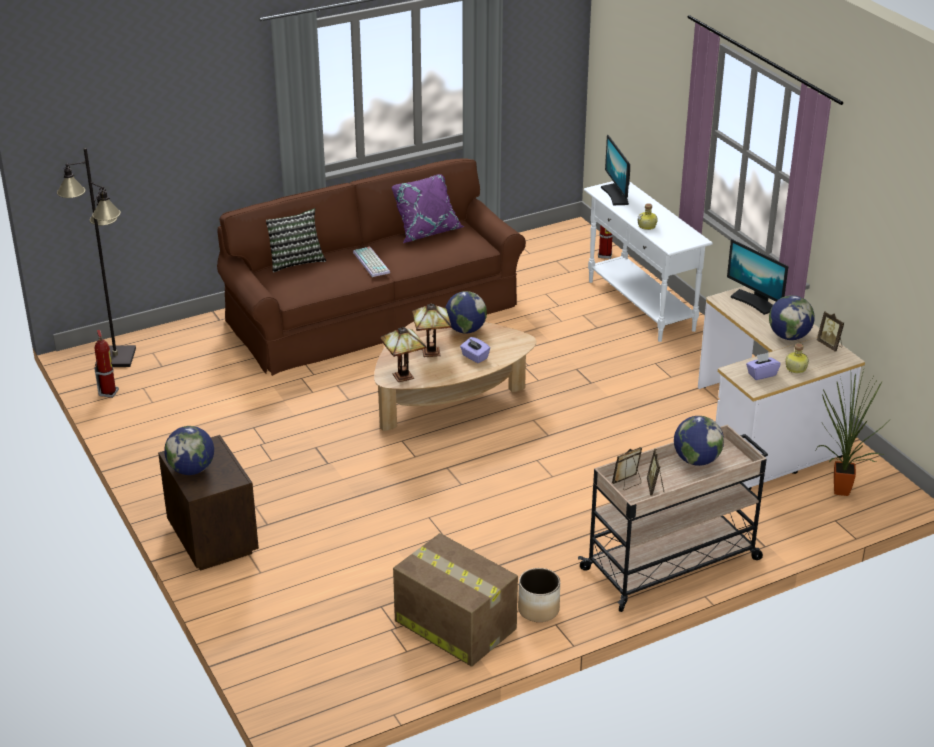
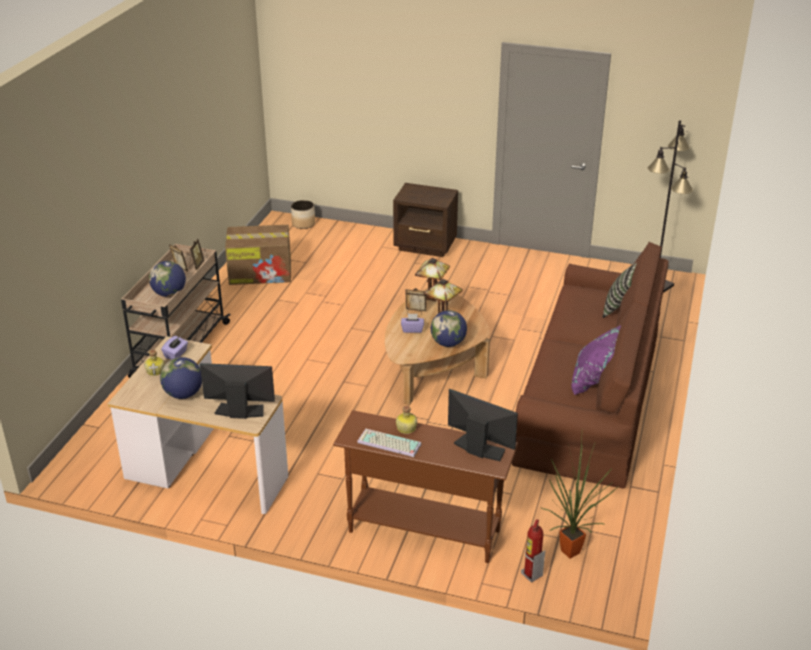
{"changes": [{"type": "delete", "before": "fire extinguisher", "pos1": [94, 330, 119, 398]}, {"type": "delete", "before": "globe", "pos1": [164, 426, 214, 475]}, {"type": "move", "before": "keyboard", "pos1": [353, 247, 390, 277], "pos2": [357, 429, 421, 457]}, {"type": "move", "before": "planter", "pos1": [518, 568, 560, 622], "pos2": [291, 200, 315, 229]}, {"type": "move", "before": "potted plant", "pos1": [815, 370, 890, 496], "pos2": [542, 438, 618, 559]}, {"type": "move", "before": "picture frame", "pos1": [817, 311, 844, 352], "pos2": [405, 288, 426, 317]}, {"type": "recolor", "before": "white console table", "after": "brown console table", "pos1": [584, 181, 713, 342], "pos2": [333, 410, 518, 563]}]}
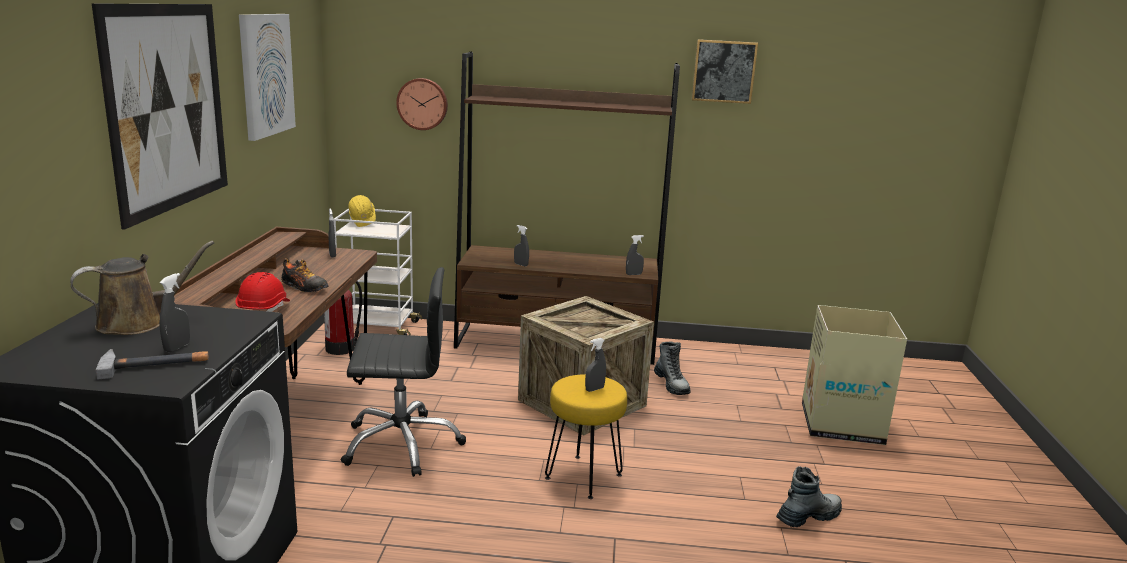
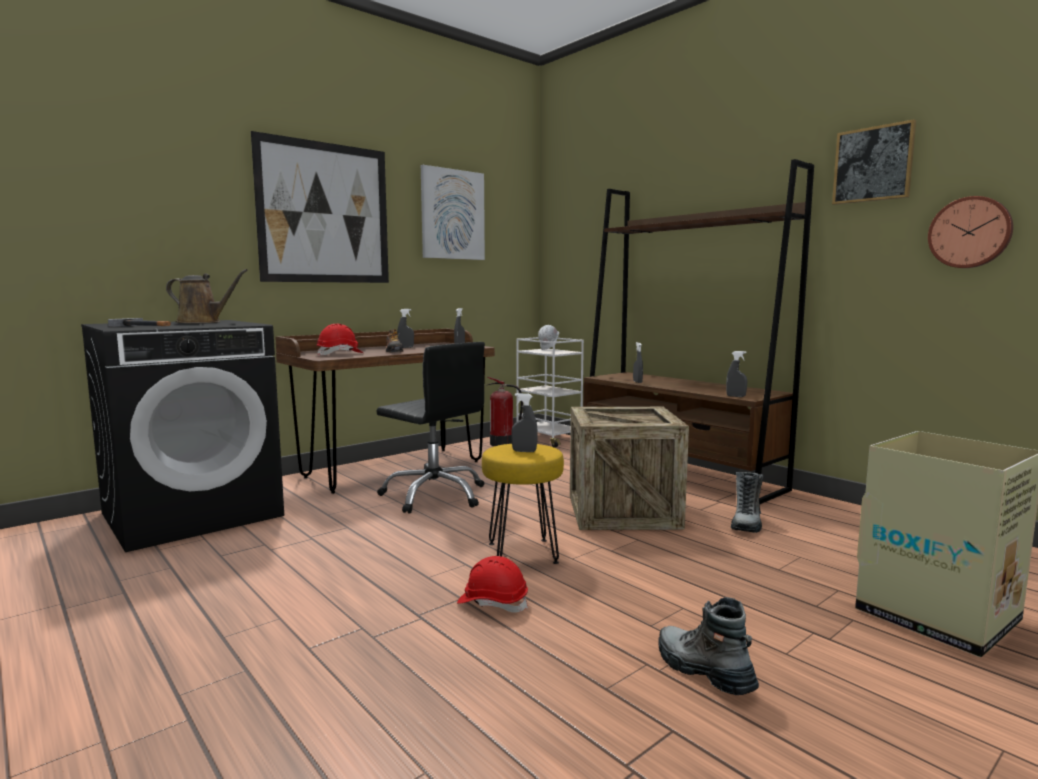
{"changes": [{"type": "insert", "after": "red hard hat", "pos2": [457, 556, 528, 613]}, {"type": "move", "before": "grey spray bottle", "pos1": [160, 273, 190, 352], "pos2": [397, 309, 414, 348]}, {"type": "move", "before": "wall clock", "pos1": [396, 78, 448, 130], "pos2": [928, 196, 1013, 268]}, {"type": "recolor", "before": "yellow hard hat", "after": "white hard hat", "pos1": [348, 195, 376, 227], "pos2": [538, 325, 559, 350]}, {"type": "rotate", "before": "boot", "pos1": [776, 466, 842, 527], "pos2": [658, 597, 759, 695], "turn": -135}]}
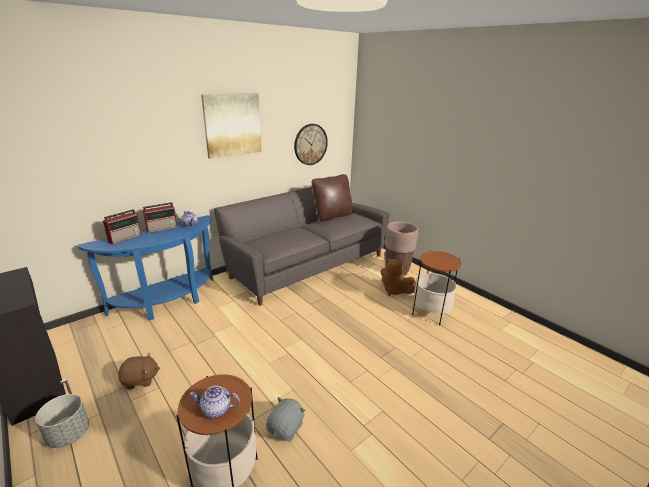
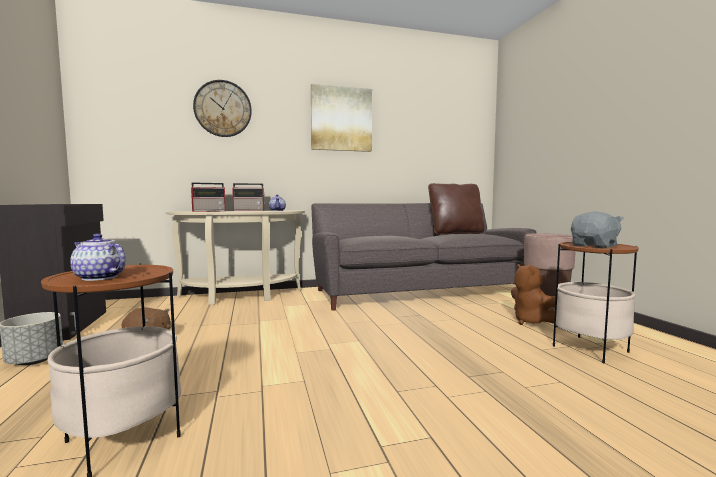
{"changes": [{"type": "move", "before": "grey plush toy", "pos1": [266, 397, 306, 441], "pos2": [571, 211, 624, 248]}, {"type": "move", "before": "wall clock", "pos1": [294, 124, 328, 165], "pos2": [193, 80, 252, 137]}, {"type": "recolor", "before": "blue console table", "after": "beige console table", "pos1": [78, 215, 213, 320], "pos2": [166, 210, 305, 305]}]}
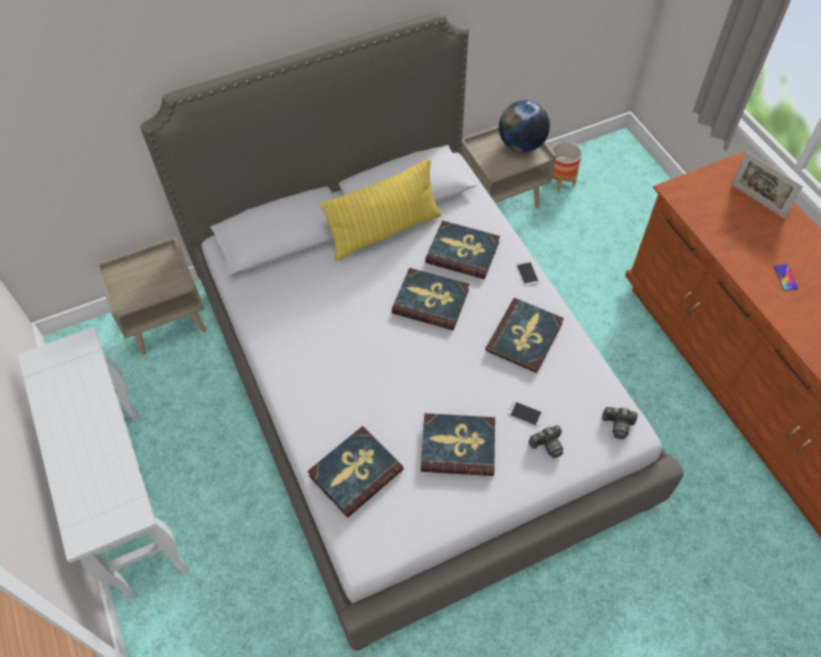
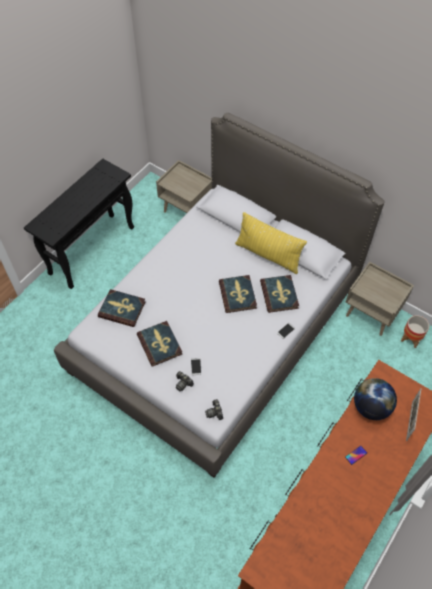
{"changes": [{"type": "delete", "before": "book", "pos1": [486, 298, 564, 373]}, {"type": "move", "before": "globe", "pos1": [499, 100, 550, 153], "pos2": [354, 378, 397, 420]}, {"type": "recolor", "before": "white console table", "after": "black console table", "pos1": [18, 327, 189, 599], "pos2": [24, 158, 134, 289]}]}
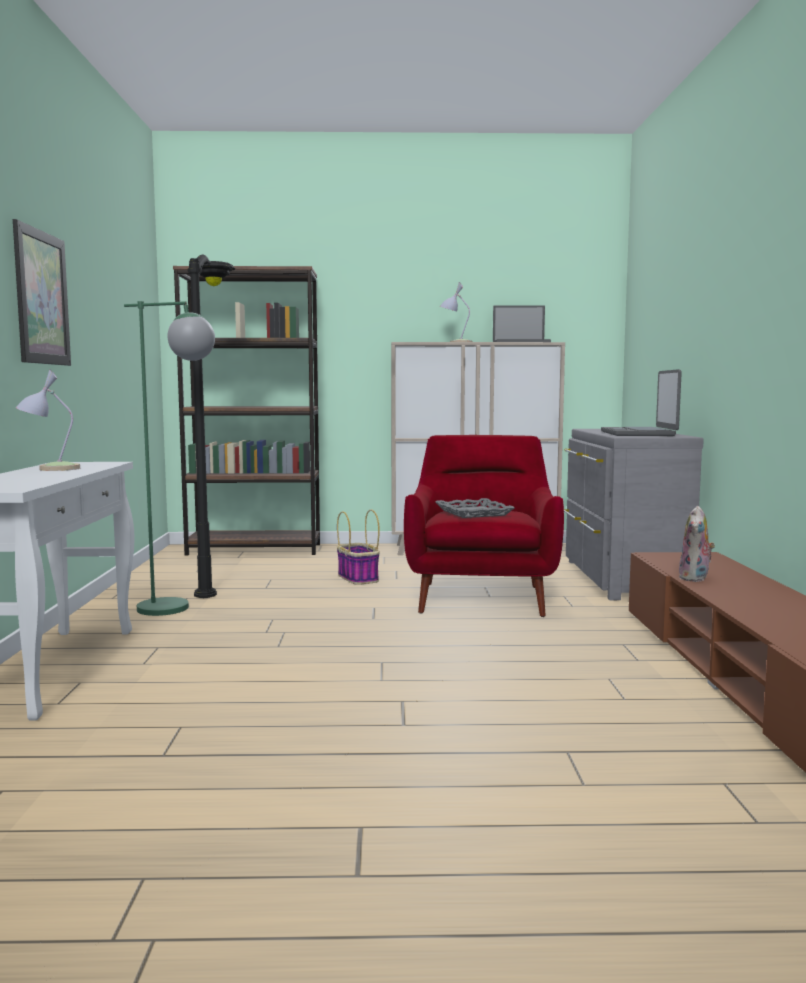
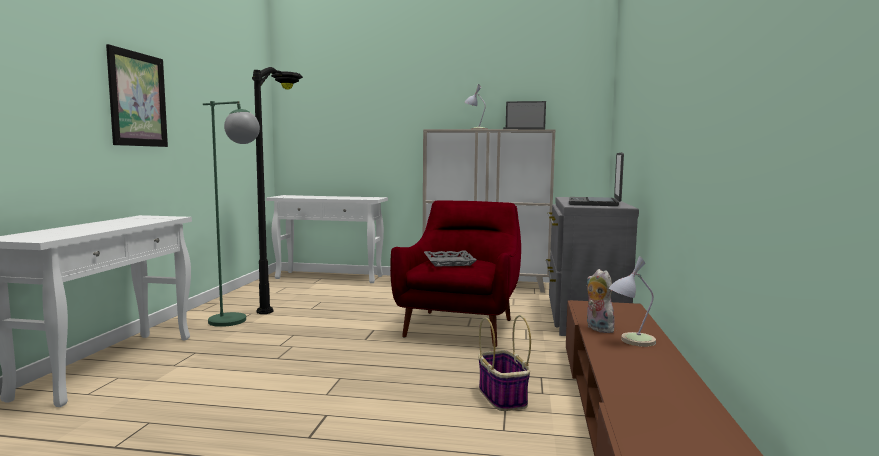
{"changes": [{"type": "move", "before": "table lamp", "pos1": [16, 369, 80, 471], "pos2": [609, 256, 656, 347]}, {"type": "move", "before": "basket", "pos1": [337, 509, 380, 585], "pos2": [478, 315, 531, 411]}, {"type": "replace", "before": "brown bookcase", "after": "white console table", "pos1": [173, 266, 320, 556], "pos2": [266, 195, 388, 283]}, {"type": "rotate", "before": "plush toy", "pos1": [679, 506, 715, 582], "pos2": [587, 269, 615, 333], "turn": 120}]}
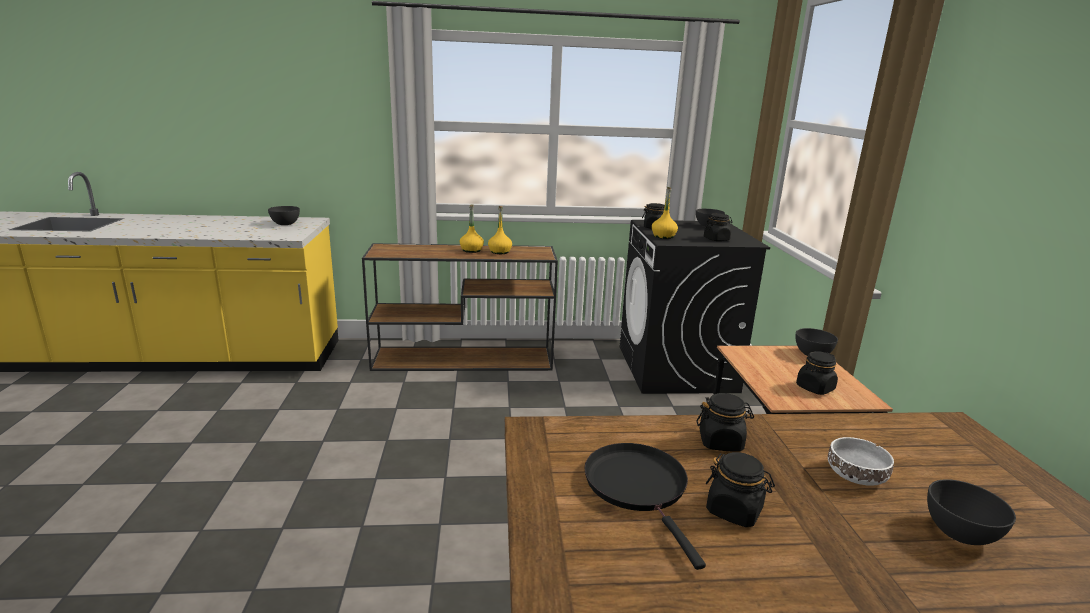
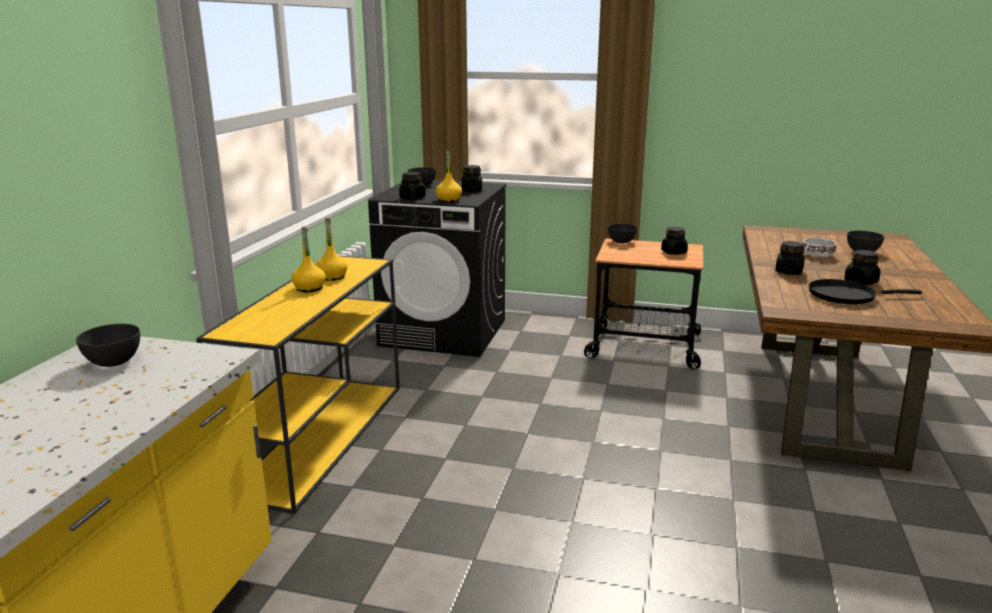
{"changes": [{"type": "recolor", "before": "brown console table", "after": "yellow console table", "pos1": [362, 243, 558, 371], "pos2": [196, 256, 400, 513]}]}
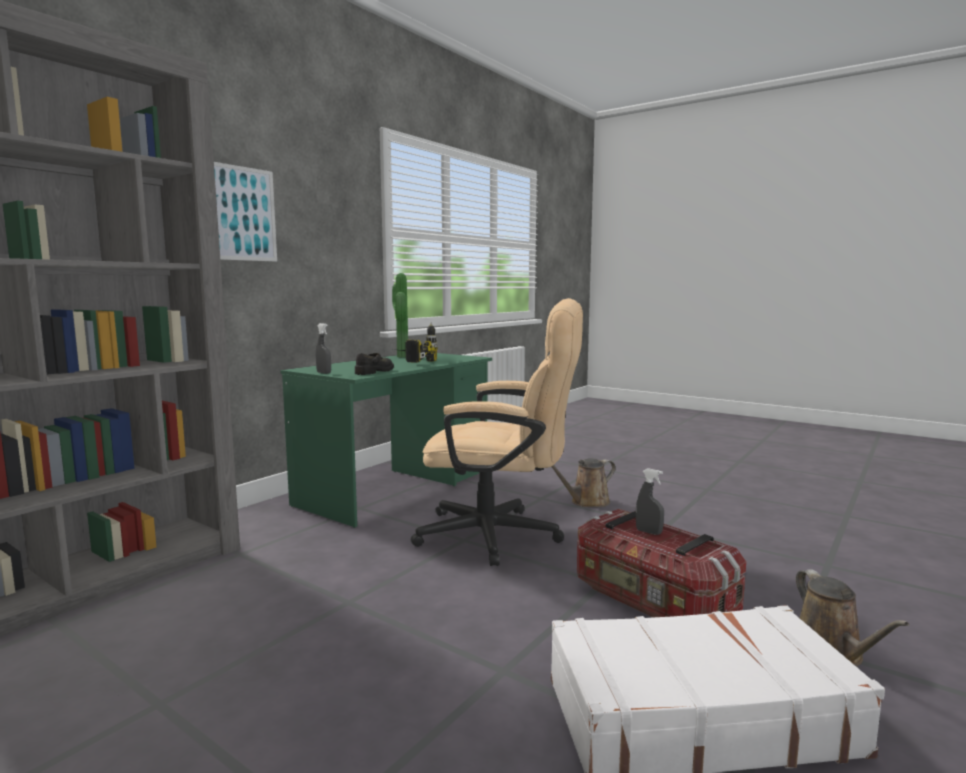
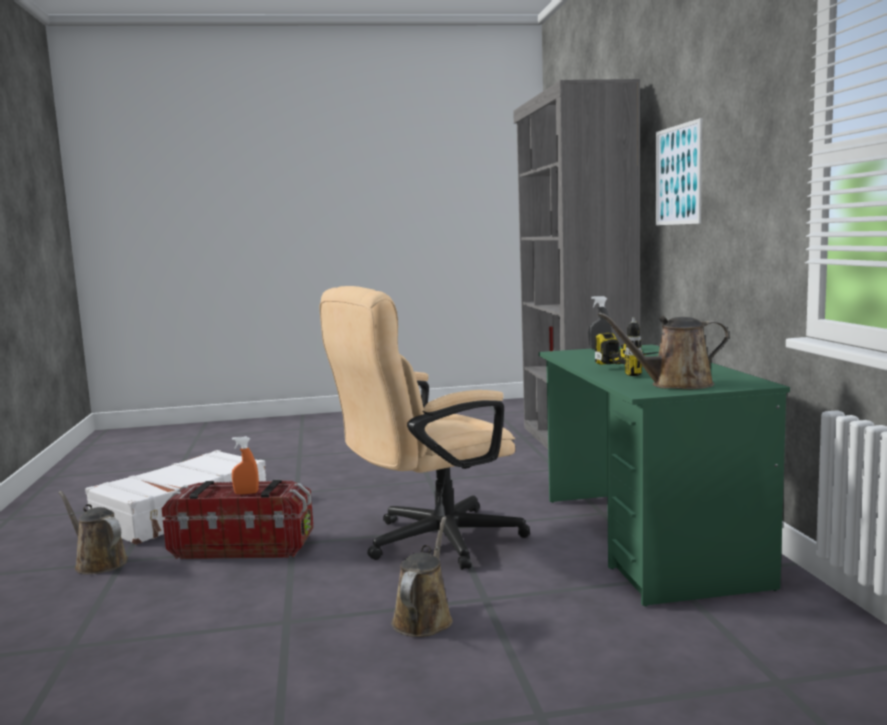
{"changes": [{"type": "delete", "before": "black shoe", "pos1": [355, 353, 394, 375]}, {"type": "delete", "before": "potted plant", "pos1": [392, 273, 408, 357]}, {"type": "insert", "after": "brown watering can", "pos2": [598, 312, 729, 389]}, {"type": "recolor", "before": "grey spray bottle", "after": "orange spray bottle", "pos1": [636, 468, 664, 535], "pos2": [232, 437, 259, 494]}]}
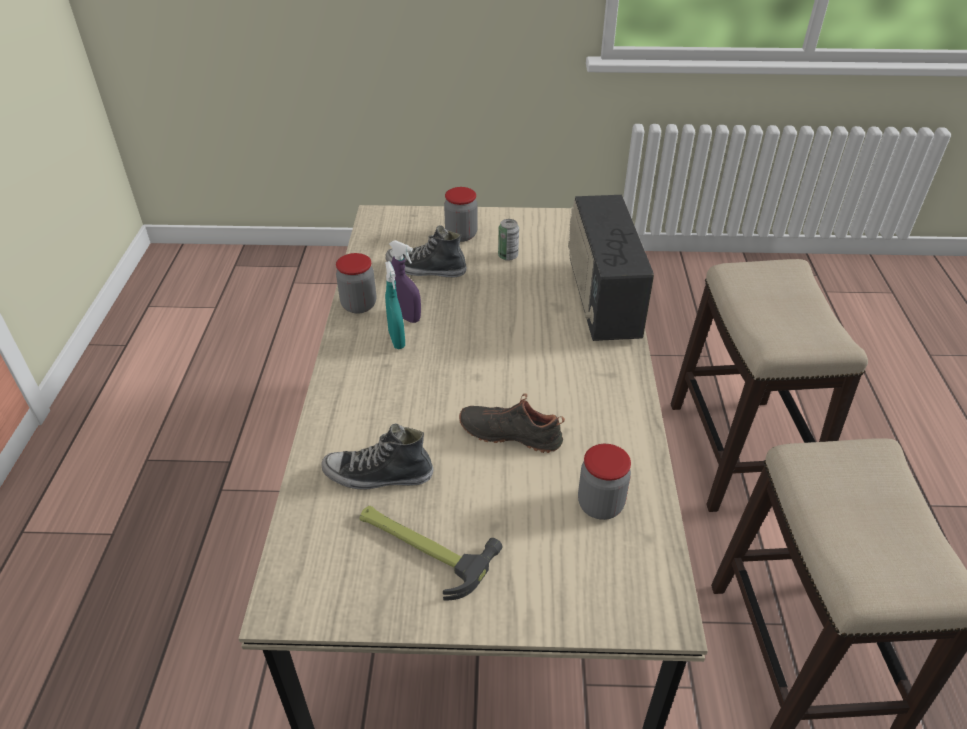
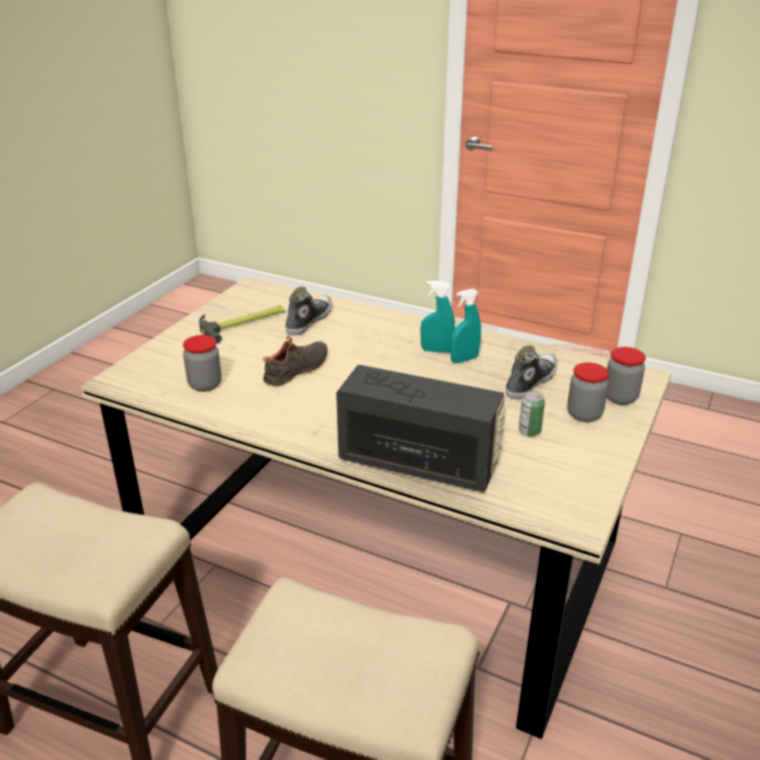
{"changes": [{"type": "move", "before": "jar", "pos1": [336, 253, 376, 314], "pos2": [607, 347, 646, 405]}, {"type": "recolor", "before": "purple spray bottle", "after": "turquoise spray bottle", "pos1": [389, 240, 421, 323], "pos2": [450, 289, 481, 363]}]}
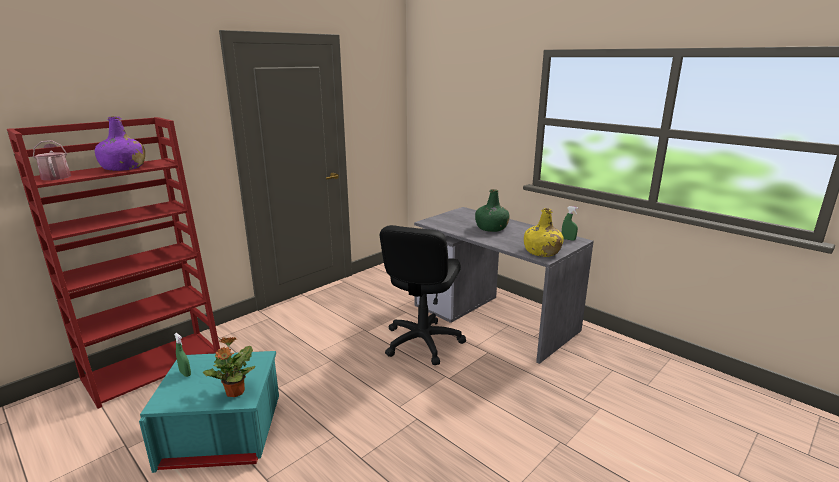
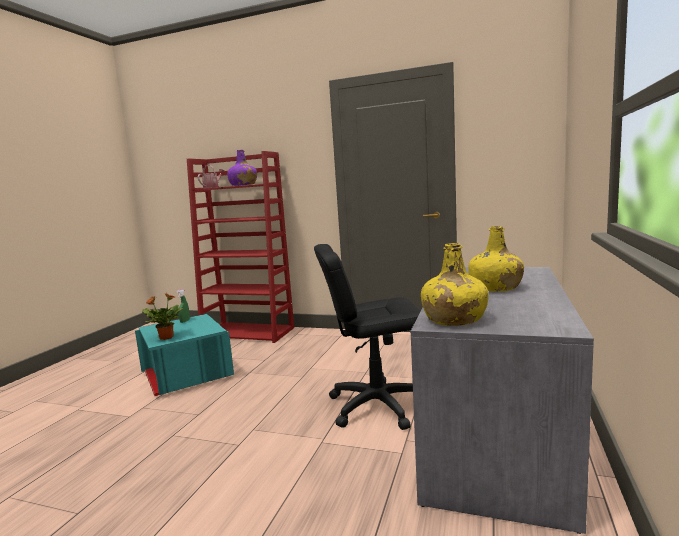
{"changes": [{"type": "delete", "before": "green spray bottle", "pos1": [562, 206, 578, 240]}, {"type": "recolor", "before": "green bottle", "after": "yellow bottle", "pos1": [475, 189, 510, 232], "pos2": [469, 226, 524, 292]}]}
